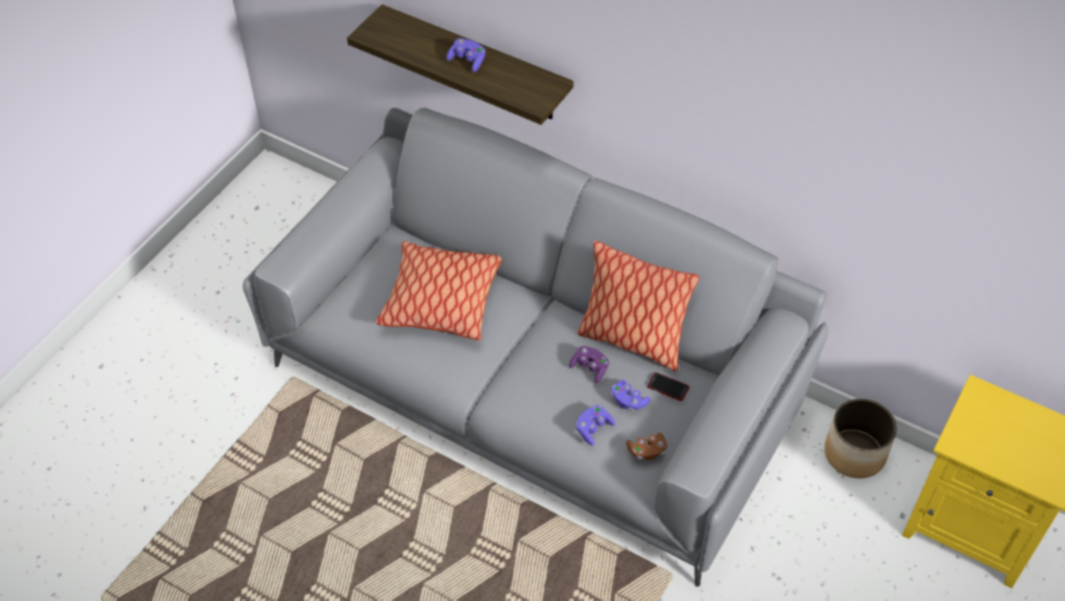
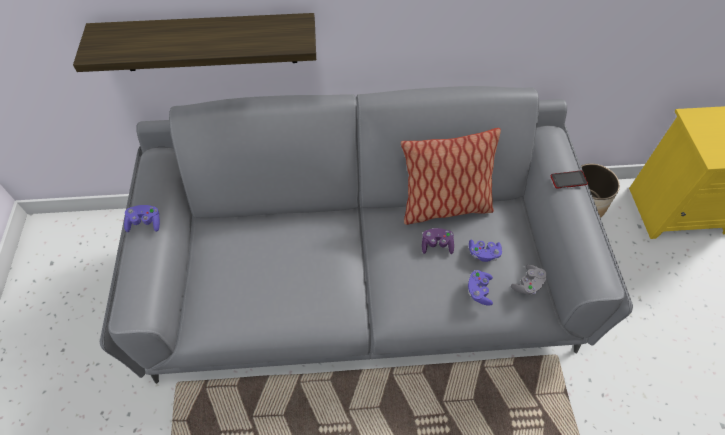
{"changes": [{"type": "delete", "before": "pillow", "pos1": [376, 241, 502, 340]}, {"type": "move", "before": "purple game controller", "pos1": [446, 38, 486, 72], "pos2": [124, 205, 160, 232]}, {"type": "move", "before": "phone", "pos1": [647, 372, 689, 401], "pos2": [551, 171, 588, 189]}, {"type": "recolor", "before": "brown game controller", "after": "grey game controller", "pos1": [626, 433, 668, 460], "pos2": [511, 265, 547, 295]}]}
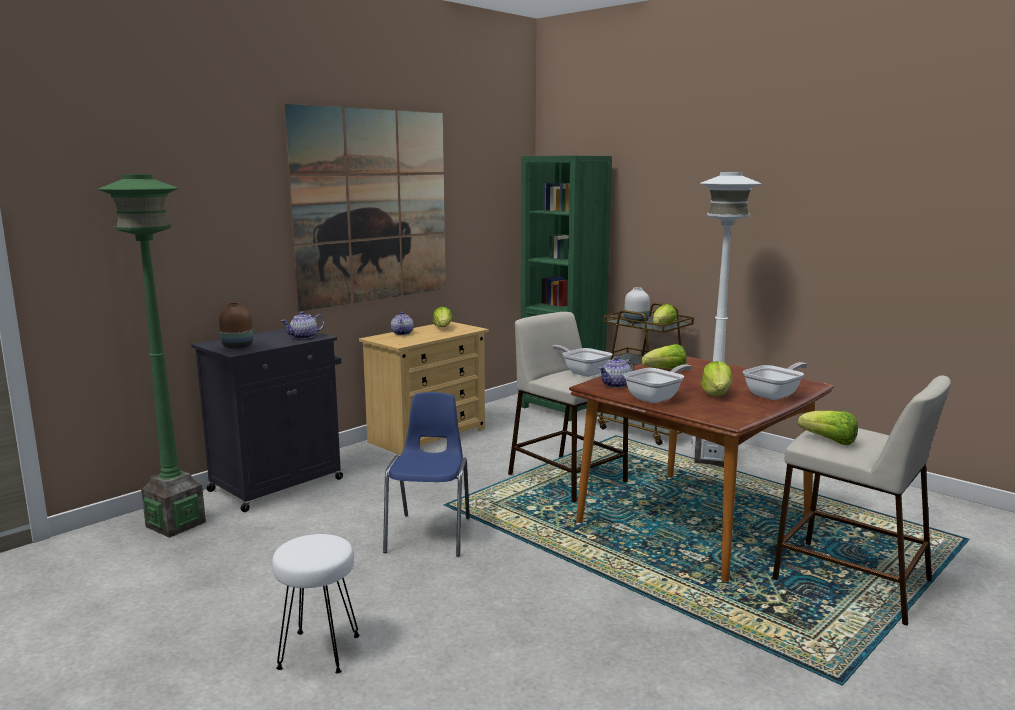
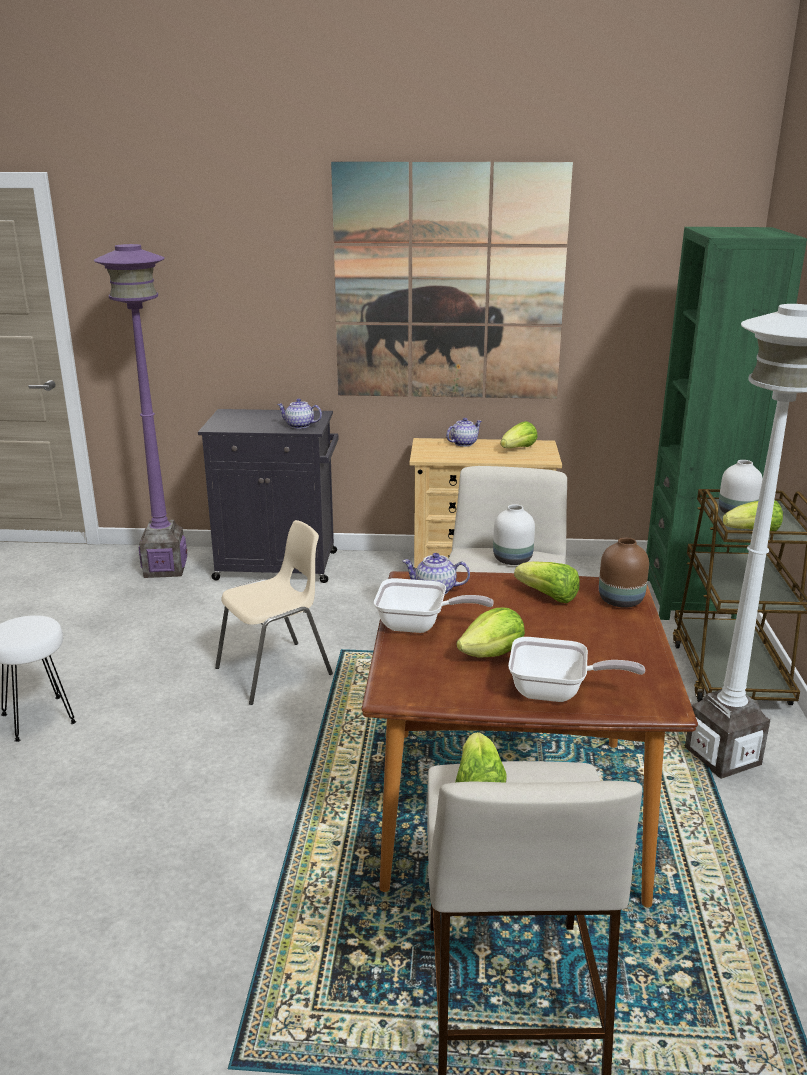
{"changes": [{"type": "move", "before": "brown vase", "pos1": [219, 302, 253, 349], "pos2": [599, 538, 649, 608]}, {"type": "replace", "before": "frying pan", "after": "white vase", "pos1": [552, 345, 612, 377], "pos2": [493, 504, 535, 565]}, {"type": "recolor", "before": "green floor lamp", "after": "purple floor lamp", "pos1": [98, 174, 206, 538], "pos2": [93, 244, 187, 578]}, {"type": "recolor", "before": "blue chair", "after": "beige chair", "pos1": [383, 392, 470, 557], "pos2": [215, 520, 333, 705]}]}
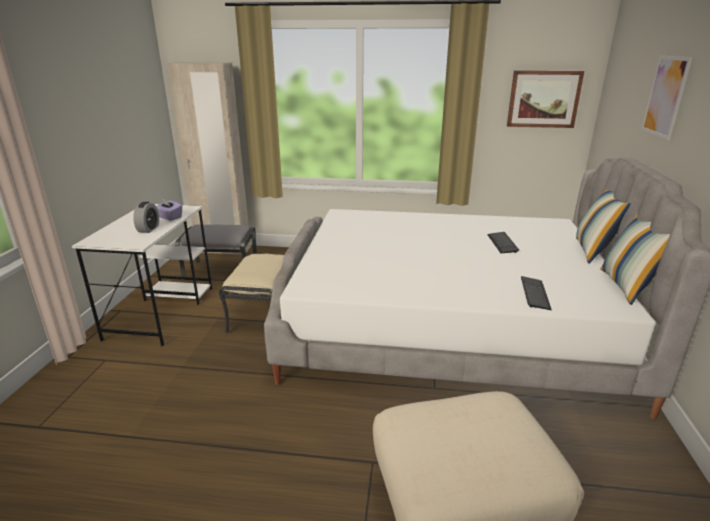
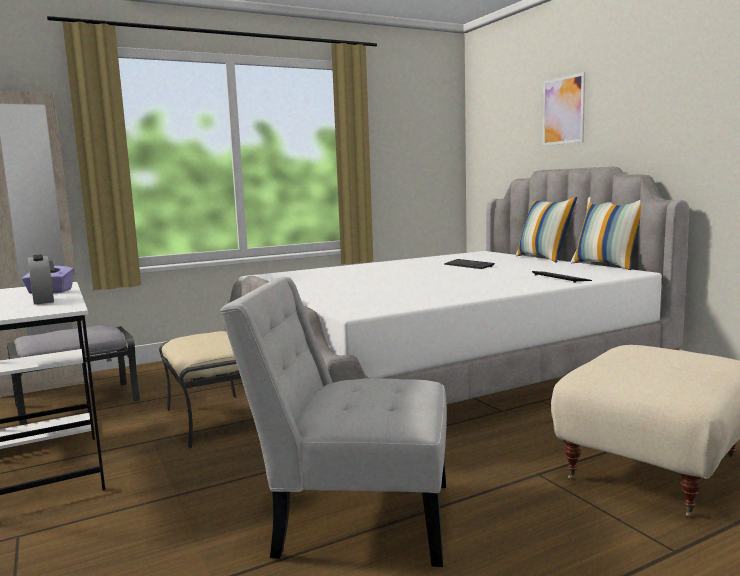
{"changes": [{"type": "delete", "before": "picture", "pos1": [507, 70, 584, 128]}, {"type": "insert", "after": "white chair", "pos2": [220, 277, 447, 567]}]}
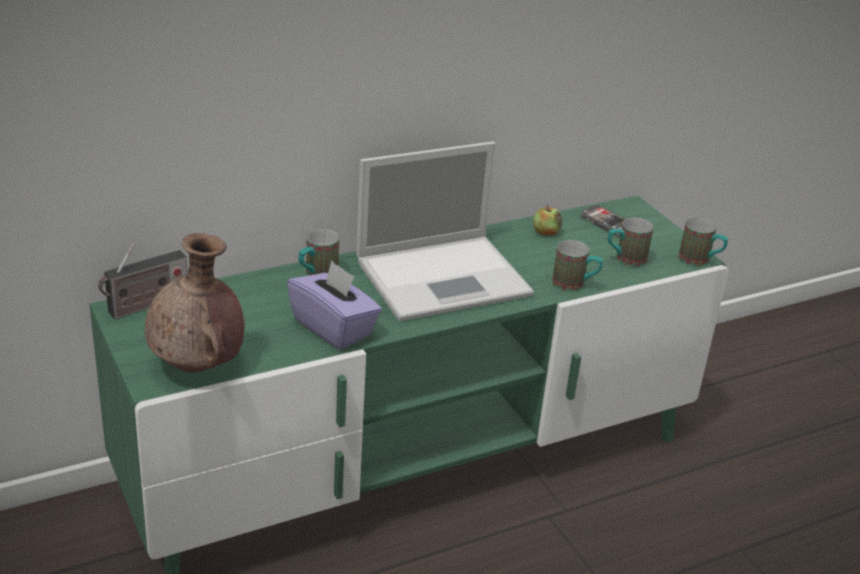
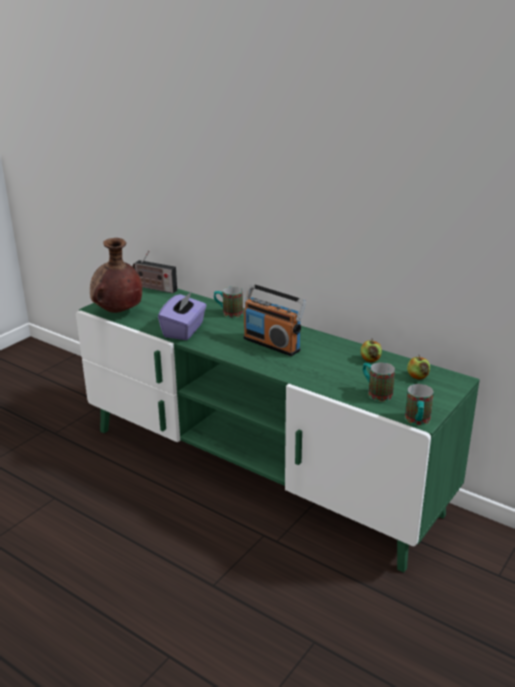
{"changes": [{"type": "delete", "before": "mug", "pos1": [552, 240, 603, 292]}, {"type": "replace", "before": "laptop", "after": "radio", "pos1": [356, 142, 534, 321], "pos2": [243, 284, 306, 356]}, {"type": "replace", "before": "phone", "after": "apple", "pos1": [581, 205, 625, 237], "pos2": [407, 357, 430, 380]}]}
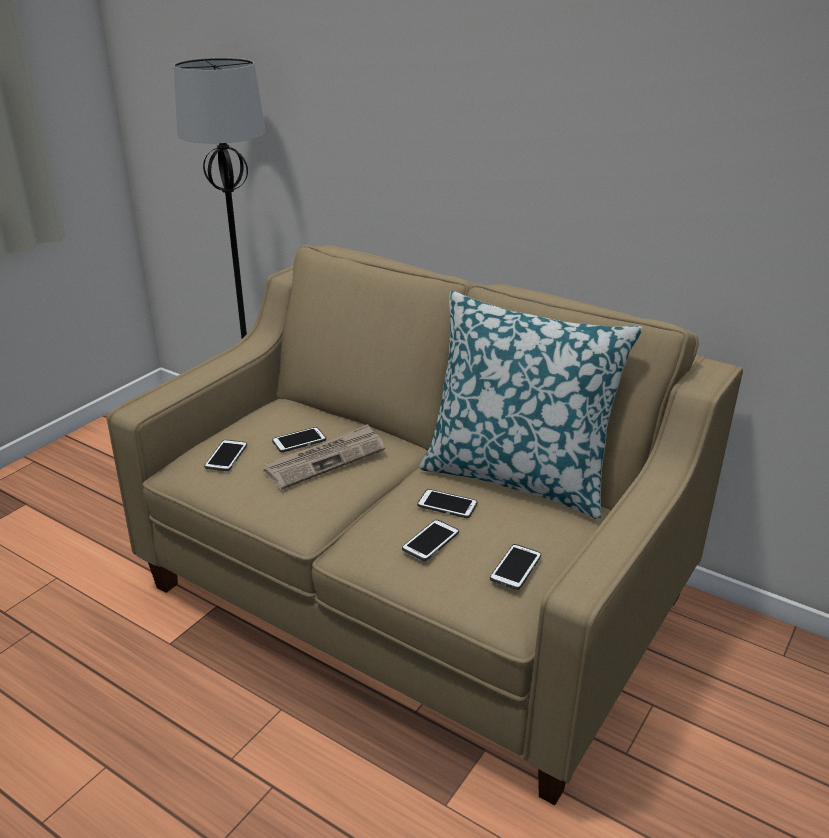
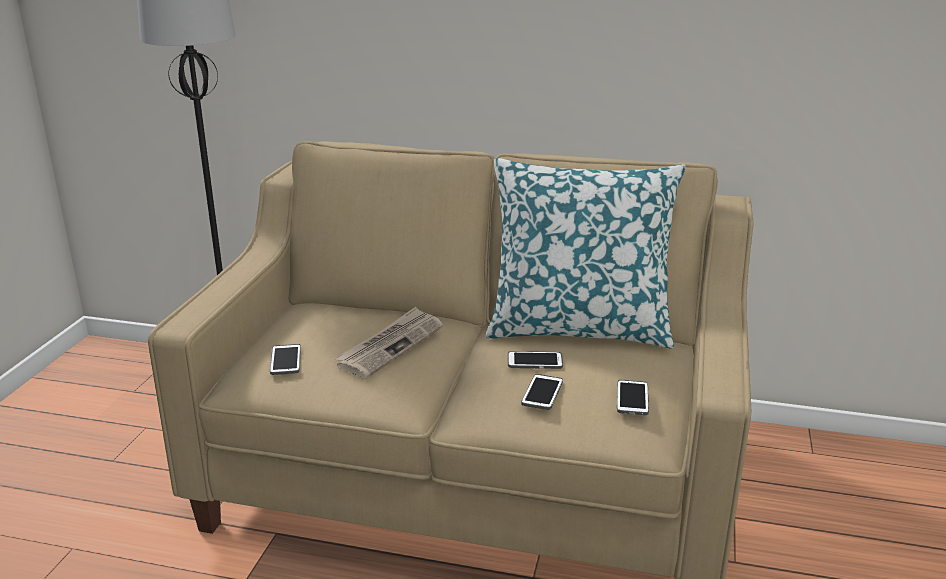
{"changes": [{"type": "delete", "before": "phone", "pos1": [272, 427, 326, 452]}]}
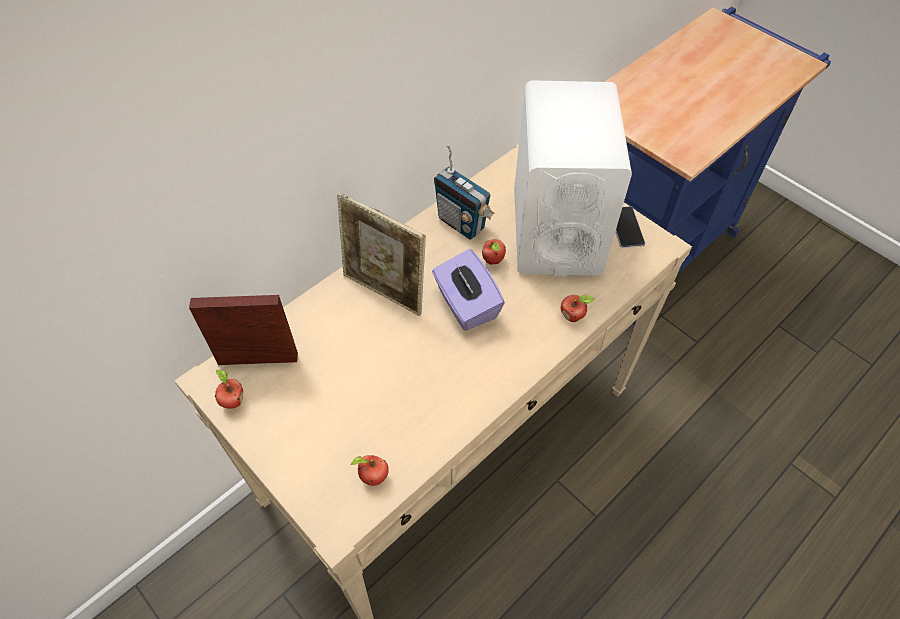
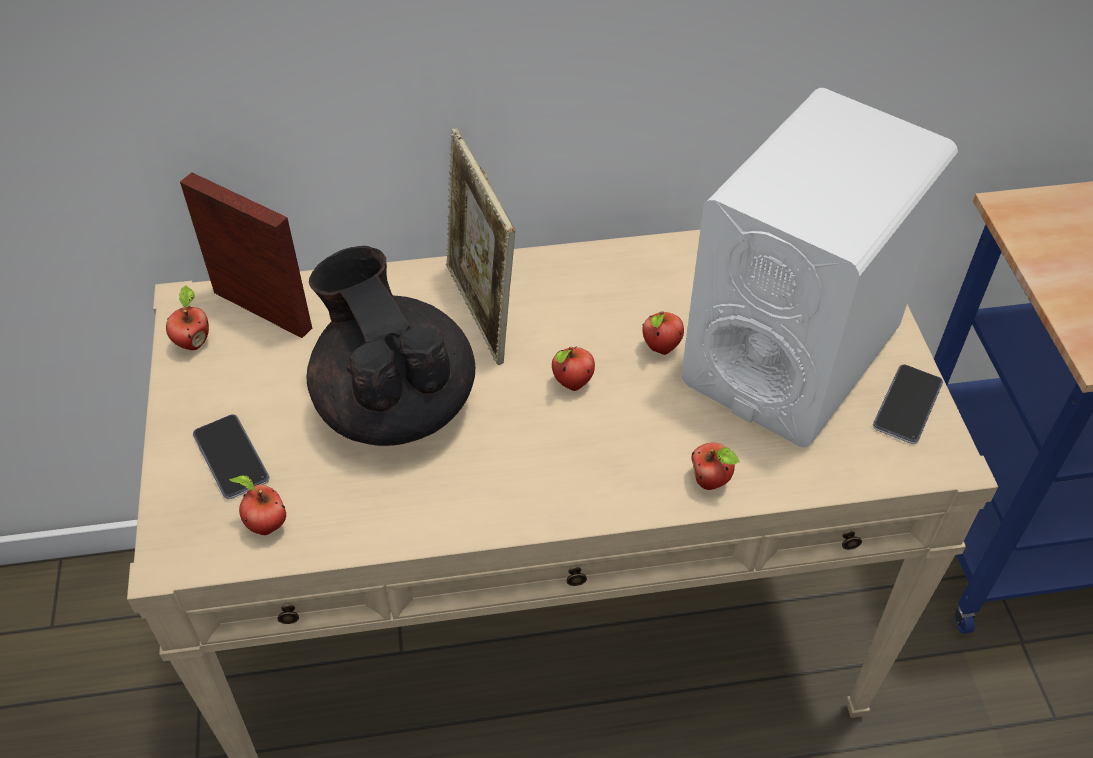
{"changes": [{"type": "delete", "before": "radio", "pos1": [434, 145, 494, 240]}, {"type": "insert", "after": "phone", "pos2": [193, 414, 270, 499]}, {"type": "insert", "after": "black teapot", "pos2": [307, 246, 475, 446]}, {"type": "replace", "before": "purple tissue box", "after": "apple", "pos1": [432, 249, 505, 331], "pos2": [552, 346, 595, 391]}]}
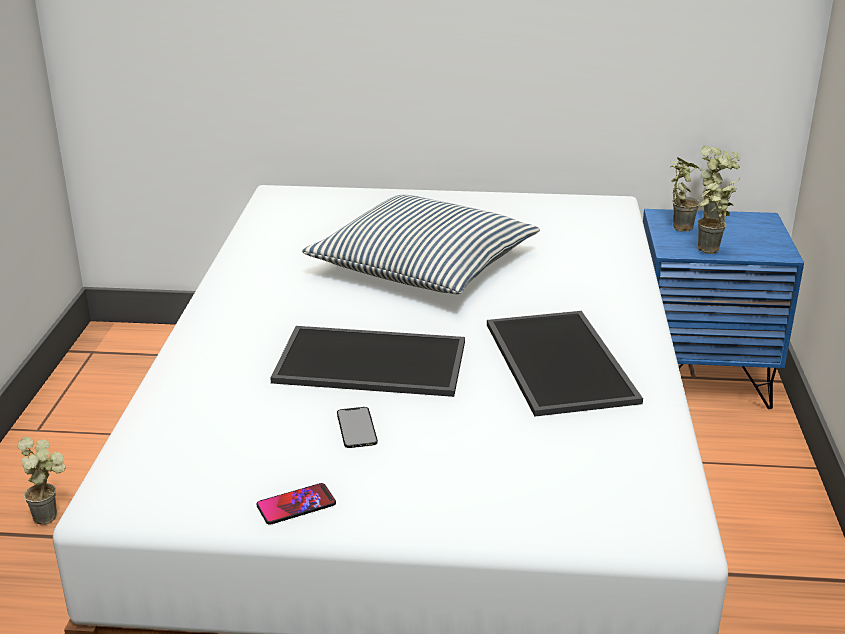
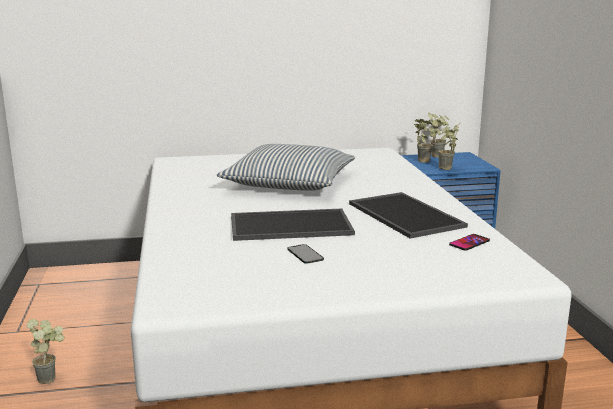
{"changes": [{"type": "move", "before": "phone", "pos1": [256, 483, 336, 525], "pos2": [449, 234, 490, 251]}]}
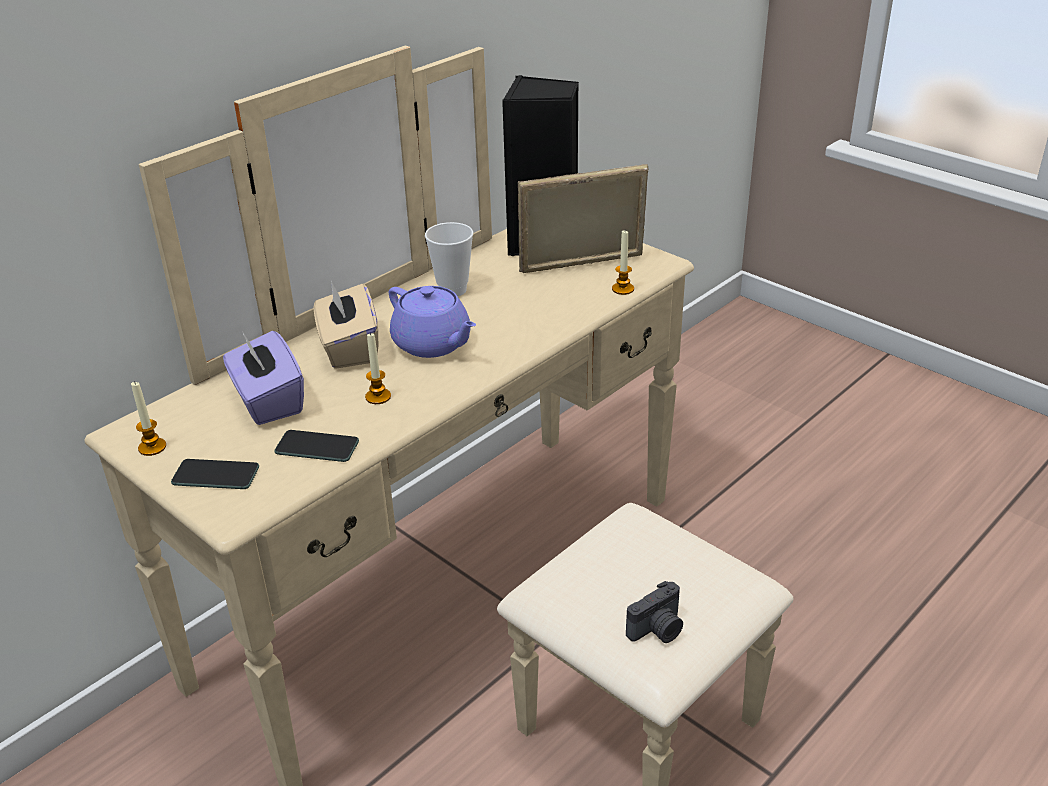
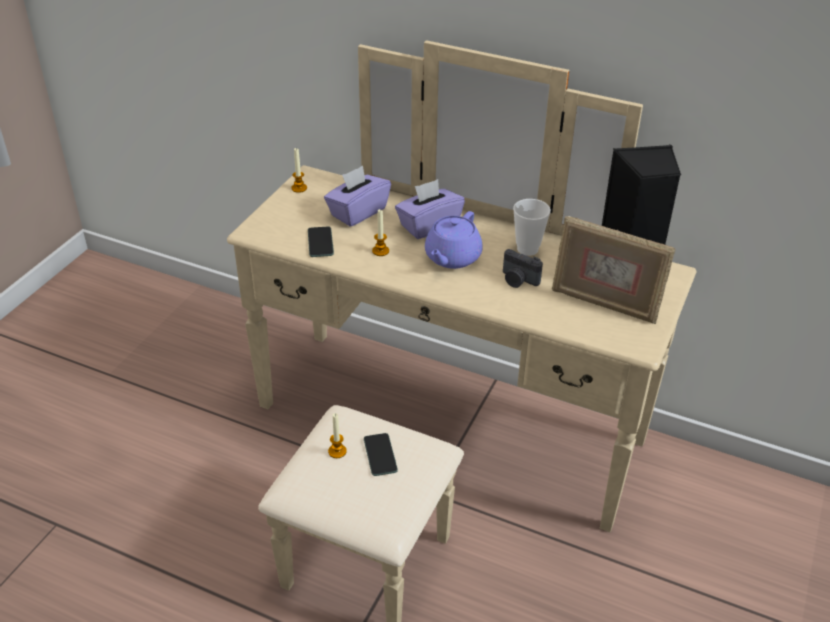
{"changes": [{"type": "move", "before": "phone", "pos1": [171, 459, 259, 489], "pos2": [364, 433, 398, 476]}, {"type": "move", "before": "candle", "pos1": [612, 231, 634, 295], "pos2": [328, 413, 347, 458]}, {"type": "move", "before": "photo camera", "pos1": [626, 581, 683, 643], "pos2": [503, 249, 543, 288]}, {"type": "recolor", "before": "beige tissue box", "after": "purple tissue box", "pos1": [313, 281, 378, 369], "pos2": [395, 179, 465, 239]}, {"type": "rotate", "before": "picture frame", "pos1": [518, 164, 649, 273], "pos2": [552, 216, 675, 324], "turn": 150}]}
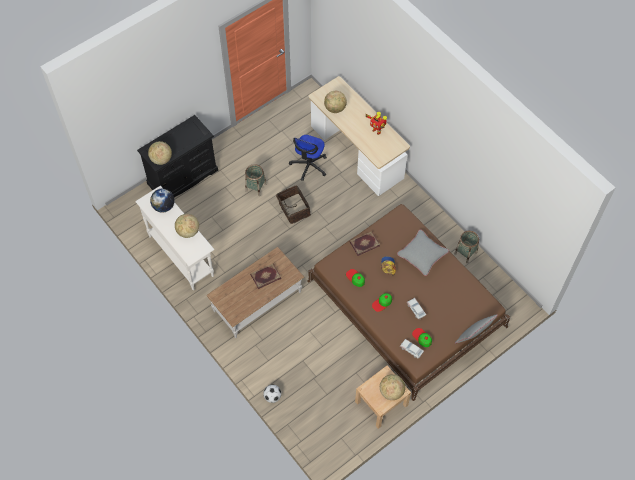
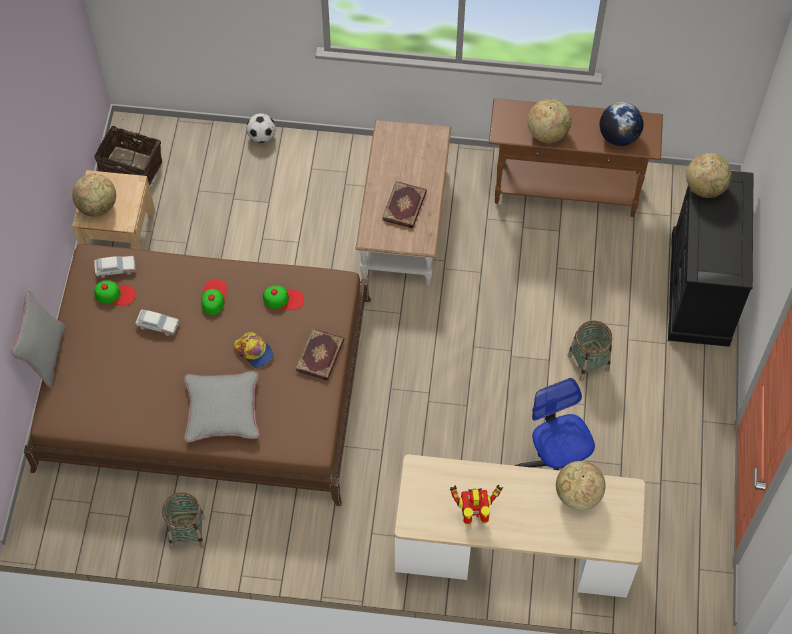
{"changes": [{"type": "move", "before": "basket", "pos1": [276, 185, 311, 224], "pos2": [94, 126, 162, 186]}, {"type": "recolor", "before": "white console table", "after": "brown console table", "pos1": [135, 186, 214, 290], "pos2": [489, 98, 663, 217]}]}
